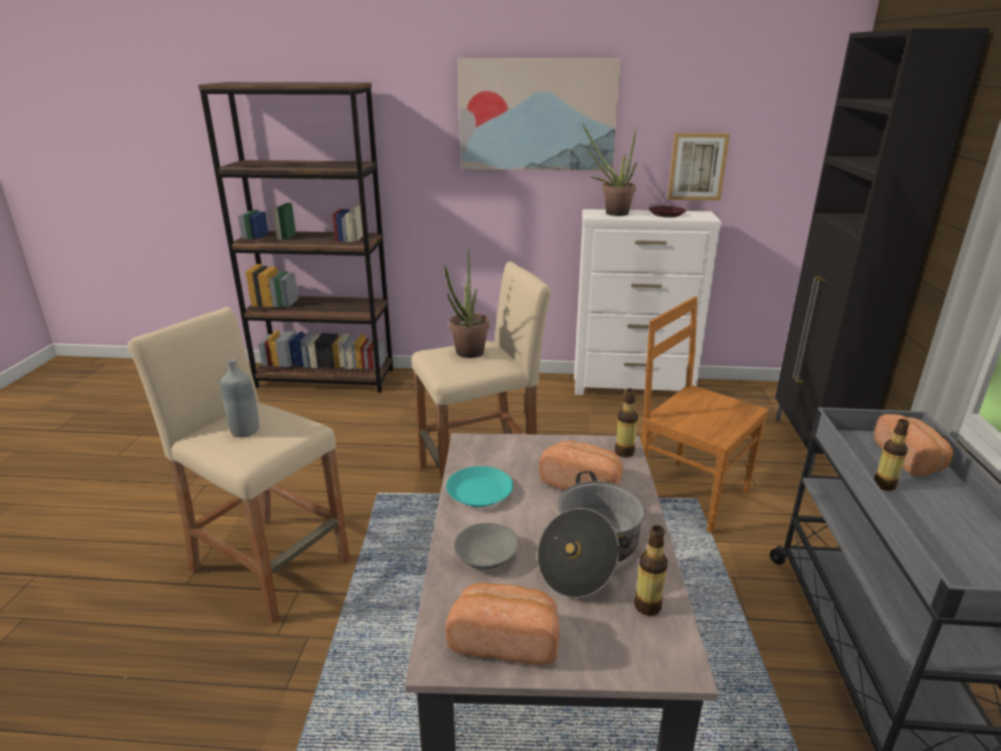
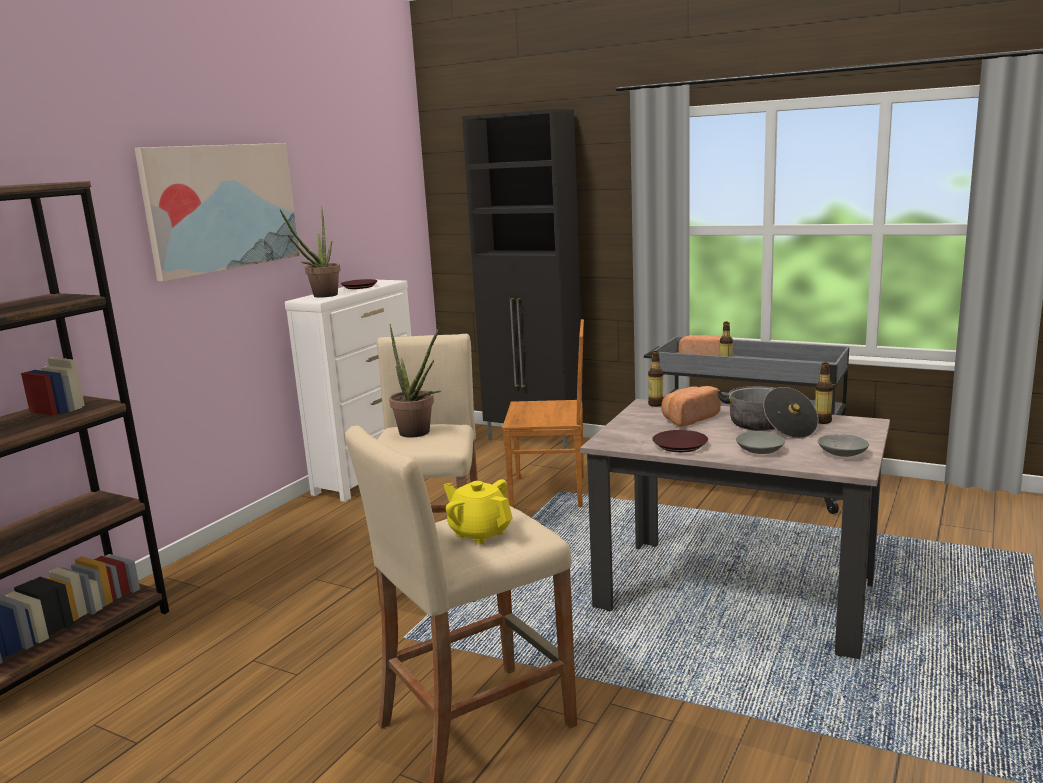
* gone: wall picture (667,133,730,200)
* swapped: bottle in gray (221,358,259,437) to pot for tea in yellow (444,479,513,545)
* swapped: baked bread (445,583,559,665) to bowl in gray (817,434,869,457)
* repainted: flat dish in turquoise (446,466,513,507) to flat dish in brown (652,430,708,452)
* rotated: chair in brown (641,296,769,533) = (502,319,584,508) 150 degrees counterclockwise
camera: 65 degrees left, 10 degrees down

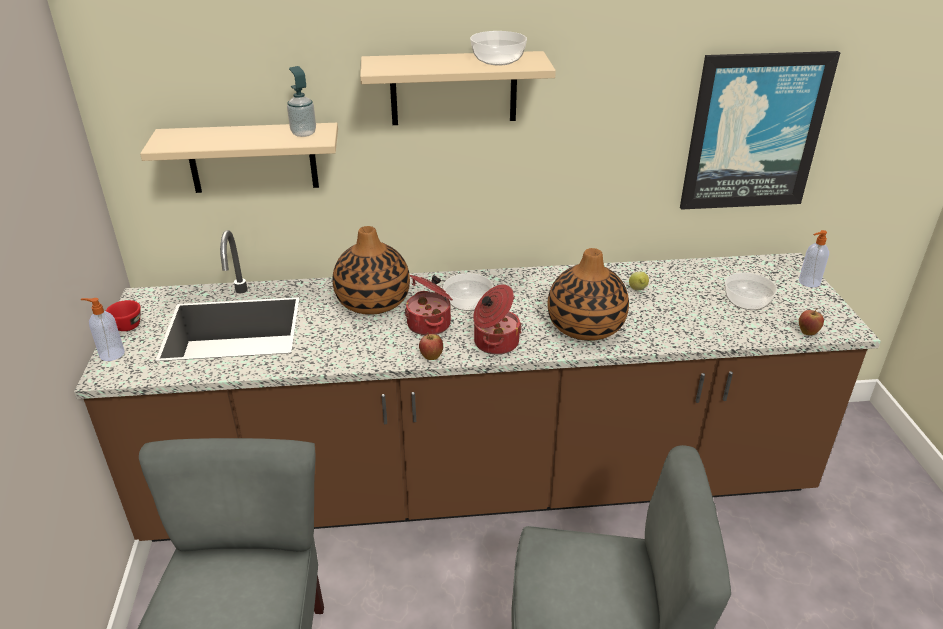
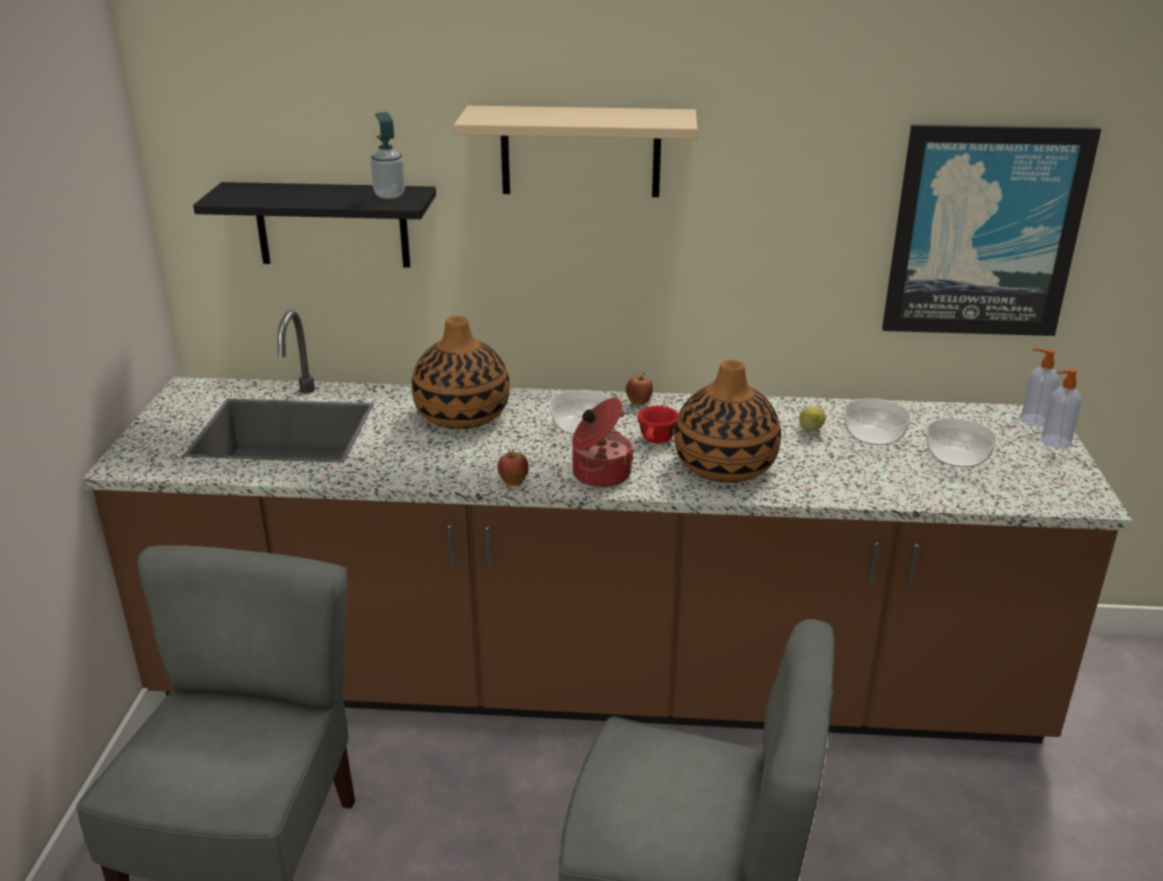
* gone: cooking pot (405,275,453,335)
* shifted: soap dispenser (81,298,125,361) to (1021,349,1059,426)
* shifted: small cup in reddish (106,300,141,331) to (638,406,678,443)
* shifted: bowl (470,31,527,65) to (843,398,911,445)
* shifted: apple fruit (799,308,824,335) to (626,373,653,405)
* repainted: bracket shelf in beige-coloured (140,123,338,193) to bracket shelf in black-coloured (193,182,436,268)
camera: 10 degrees right, 5 degrees down

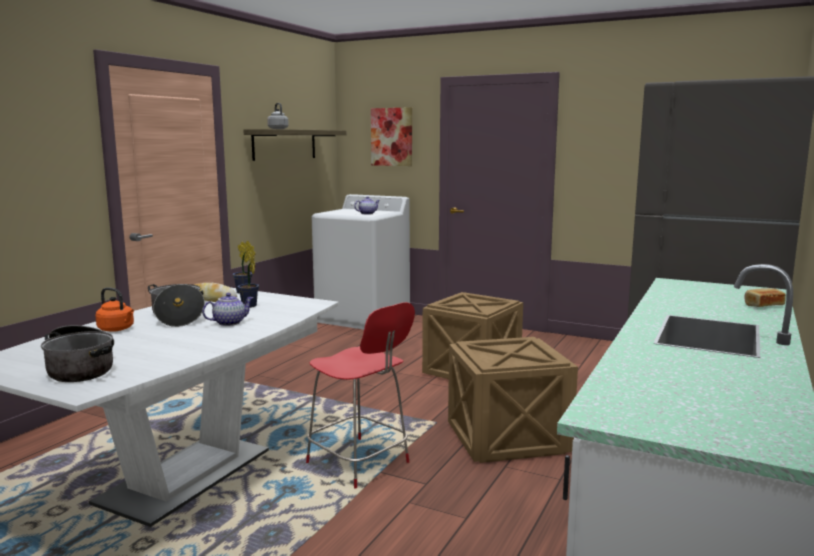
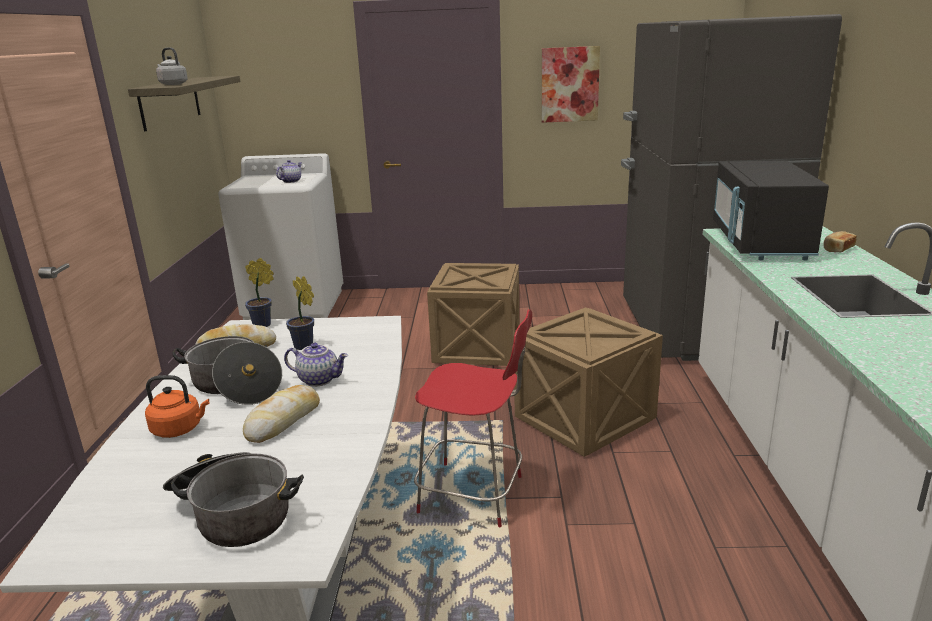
* new: baked bread (243,385,320,443)
* new: microwave in black-coloured (713,160,829,261)
* shifted: wall picture (371,107,412,166) to (542,46,600,123)
* rotated: pot for tea (202,293,254,326) = (284,343,348,387) 75 degrees clockwise
camera: 25 degrees left, 10 degrees up

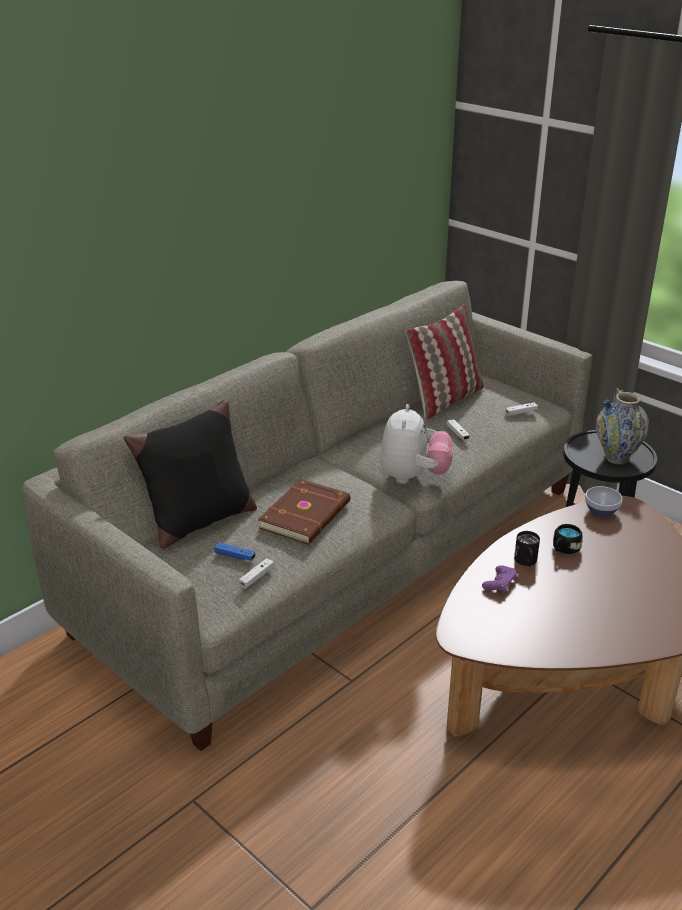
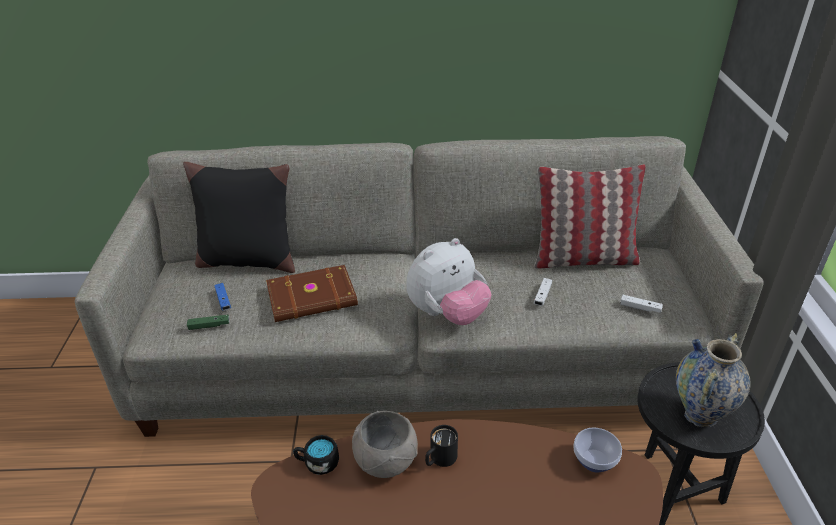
* shifted: tea mug in black-coloured (553,524,583,554) to (293,435,339,475)
* swapped: gamepad in purple (482,565,517,593) to bowl in gray (352,411,418,478)
* repainted: gamepad in whitish (239,558,274,589) to gamepad in greenish (187,315,230,330)
camera: 45 degrees right, 5 degrees up

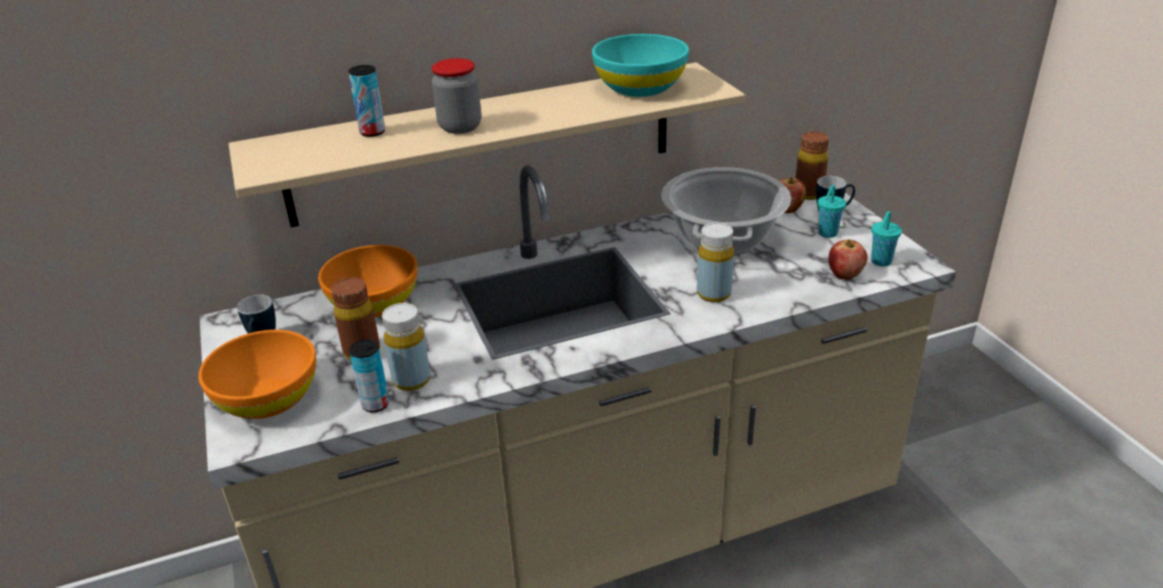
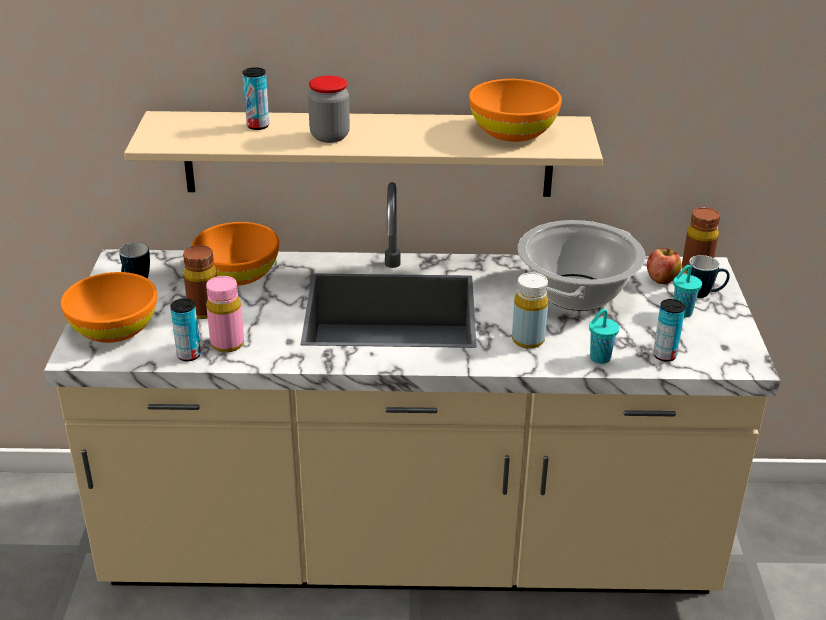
* shifted: small cup in turquoise (871,211,902,266) to (589,309,619,364)
* swapped: apple fruit (828,240,867,280) to can (653,299,685,362)
* repainted: bottle in yellow (382,303,431,391) to bottle in pink-coloured (206,276,244,353)
* repainted: bowl in turquoise (592,34,689,97) to bowl in orangey (469,79,562,142)
camera: 20 degrees right, 0 degrees up

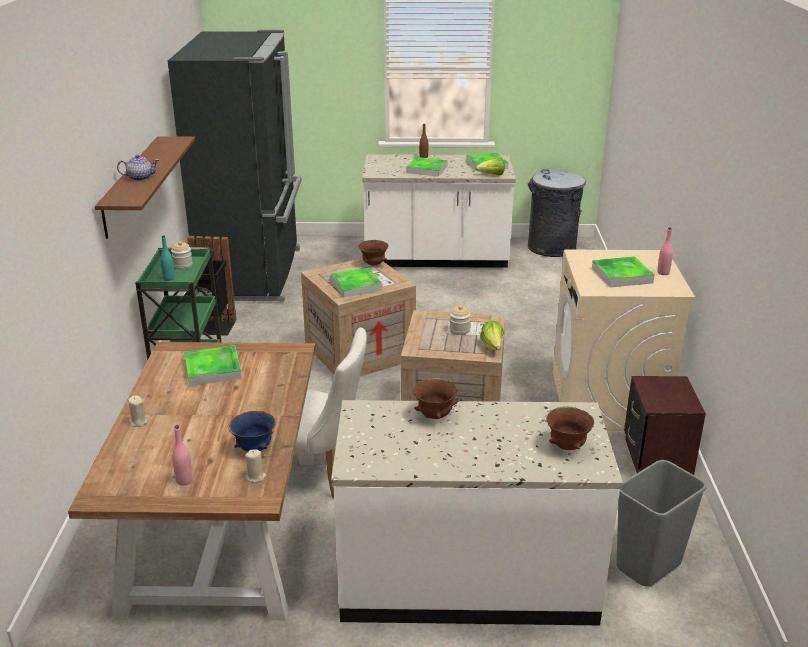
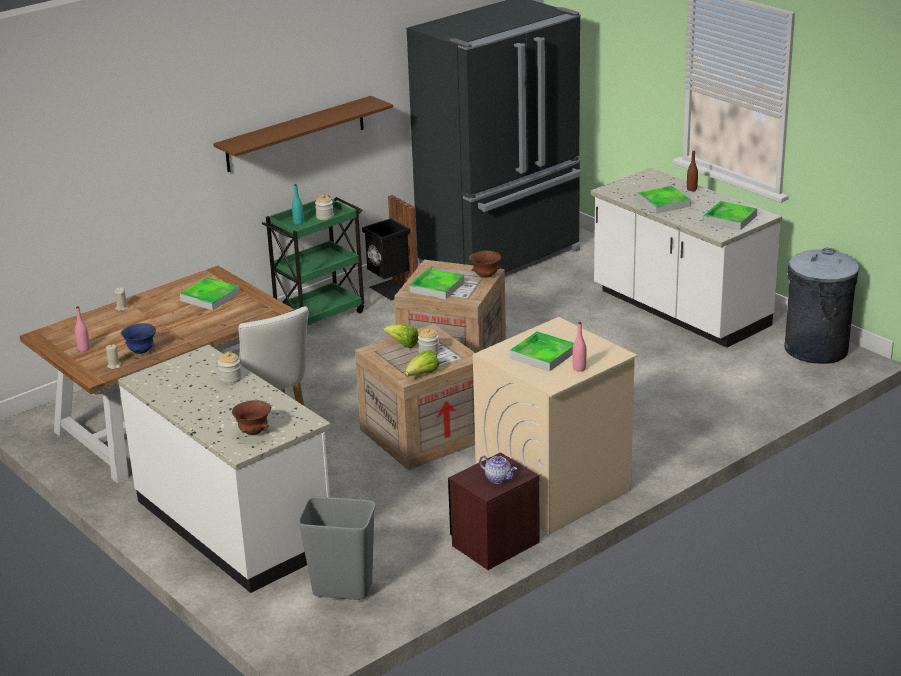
* shifted: pot for tea (117,155,159,181) to (479,456,517,484)
* shifted: lettuce (476,157,505,175) to (384,325,419,348)
* swapped: bowl in brown (413,378,459,419) to preserve jar (218,352,242,384)
camera: 50 degrees right, 0 degrees up

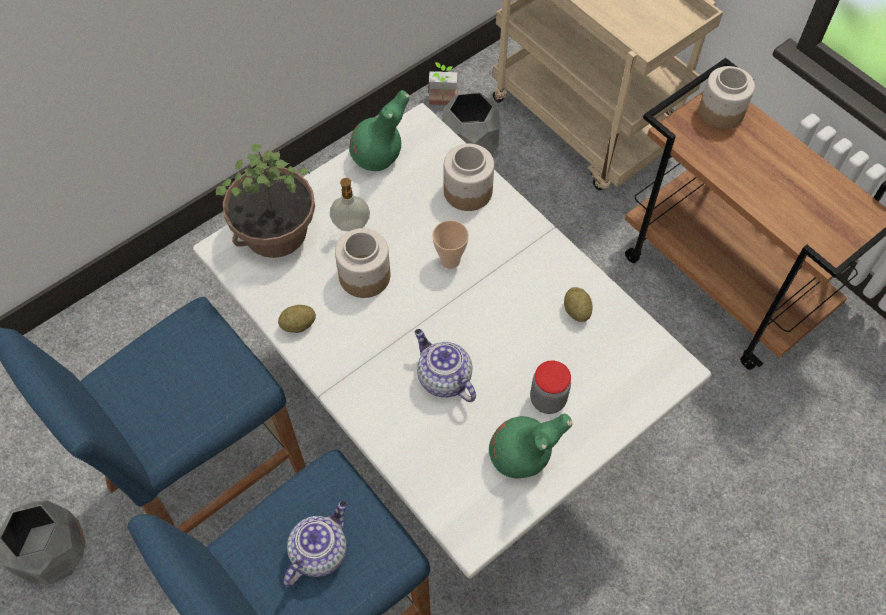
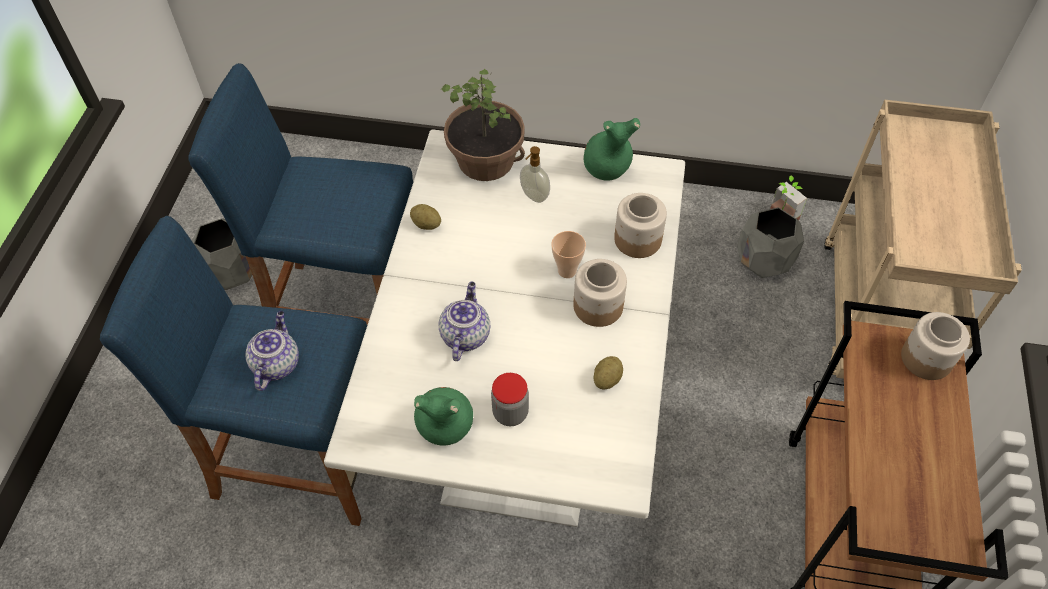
* shifted: preserve jar (335,228,390,298) to (573,259,627,327)
* rotated: pot for tea (284,500,347,587) = (245,311,299,391) 75 degrees counterclockwise
camera: 50 degrees right, 5 degrees down

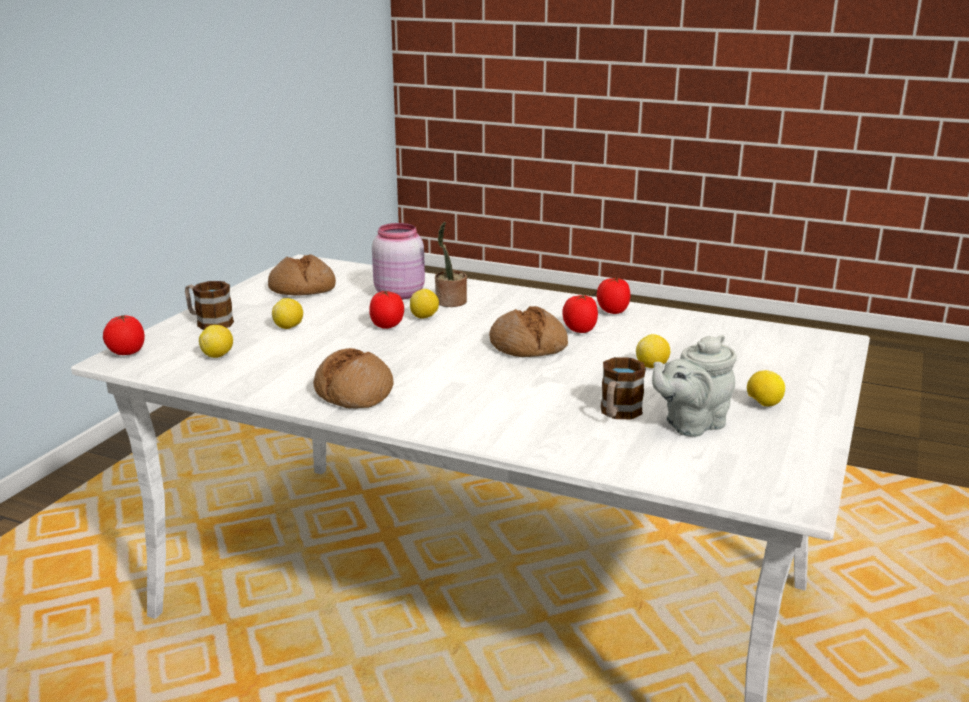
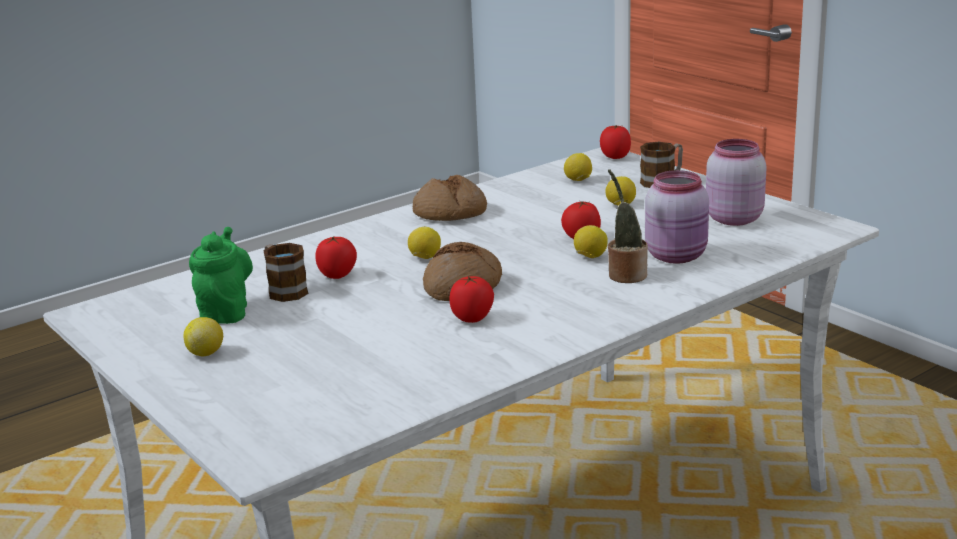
* shifted: fresh tomato (597,278,631,314) to (315,237,357,279)
* shifted: lemon (636,334,670,368) to (408,227,441,259)
* swapped: baked bread (268,255,336,296) to preserve jar in pink-coloured (706,139,766,226)
* repainted: pot for tea in gray (652,335,737,437) to pot for tea in greenish (189,227,253,324)
camera: 120 degrees right, 0 degrees up

